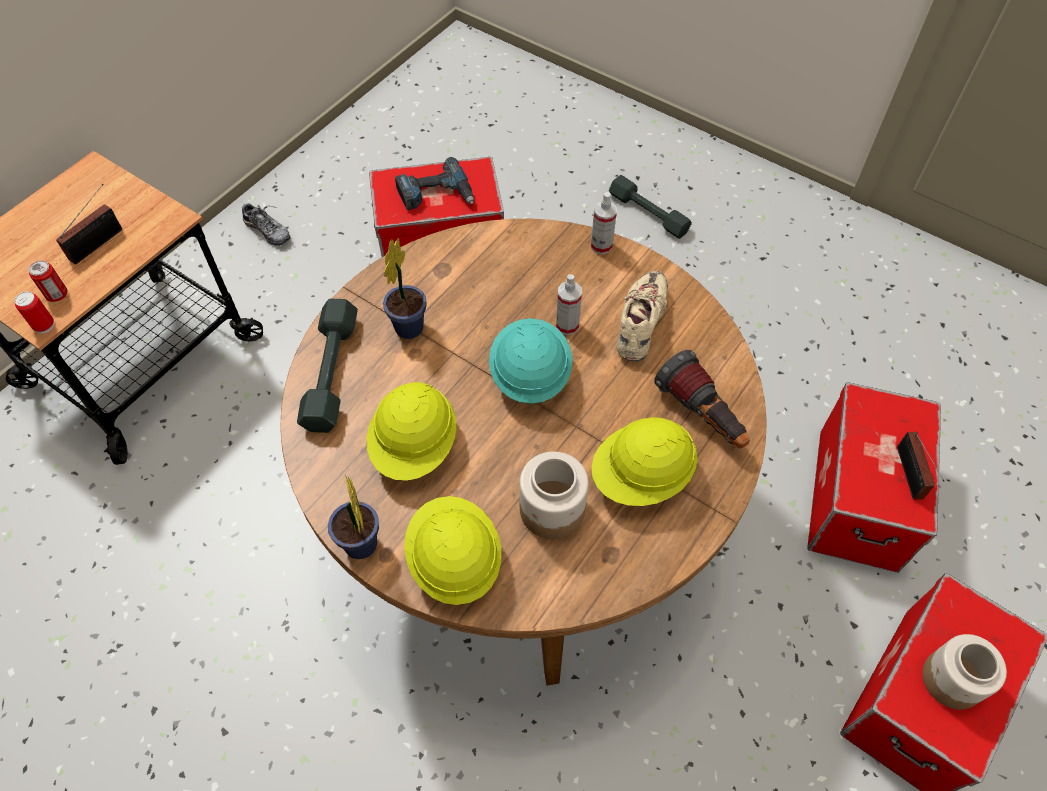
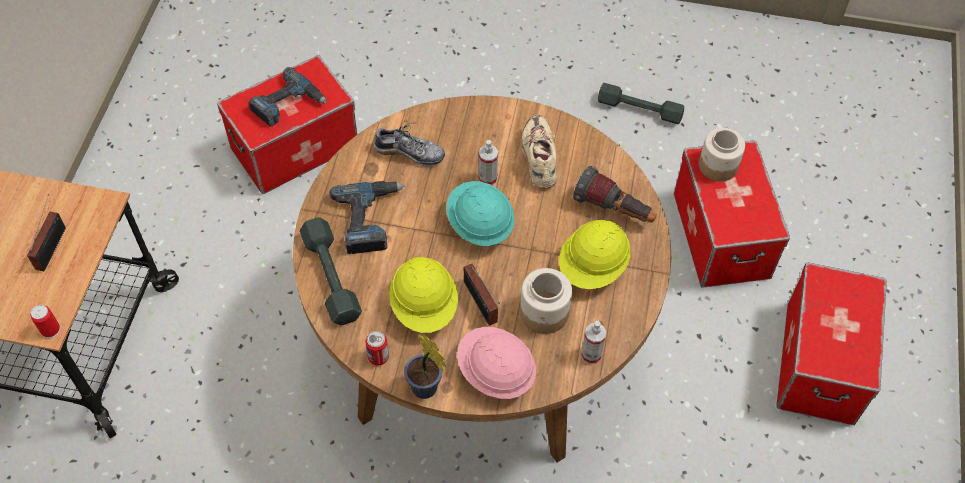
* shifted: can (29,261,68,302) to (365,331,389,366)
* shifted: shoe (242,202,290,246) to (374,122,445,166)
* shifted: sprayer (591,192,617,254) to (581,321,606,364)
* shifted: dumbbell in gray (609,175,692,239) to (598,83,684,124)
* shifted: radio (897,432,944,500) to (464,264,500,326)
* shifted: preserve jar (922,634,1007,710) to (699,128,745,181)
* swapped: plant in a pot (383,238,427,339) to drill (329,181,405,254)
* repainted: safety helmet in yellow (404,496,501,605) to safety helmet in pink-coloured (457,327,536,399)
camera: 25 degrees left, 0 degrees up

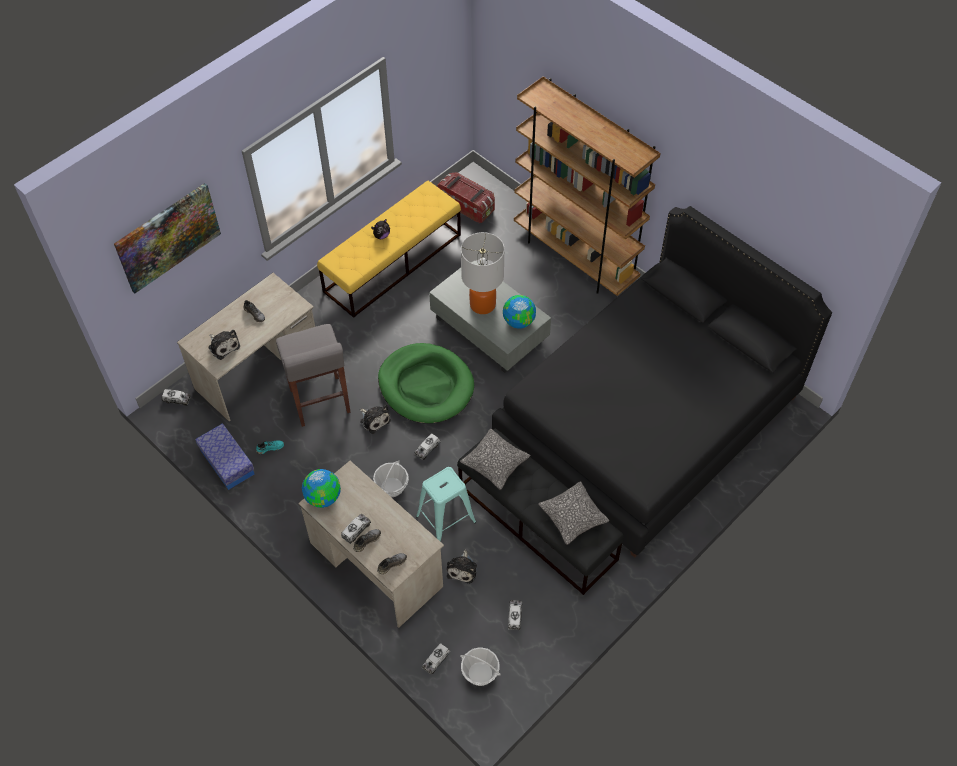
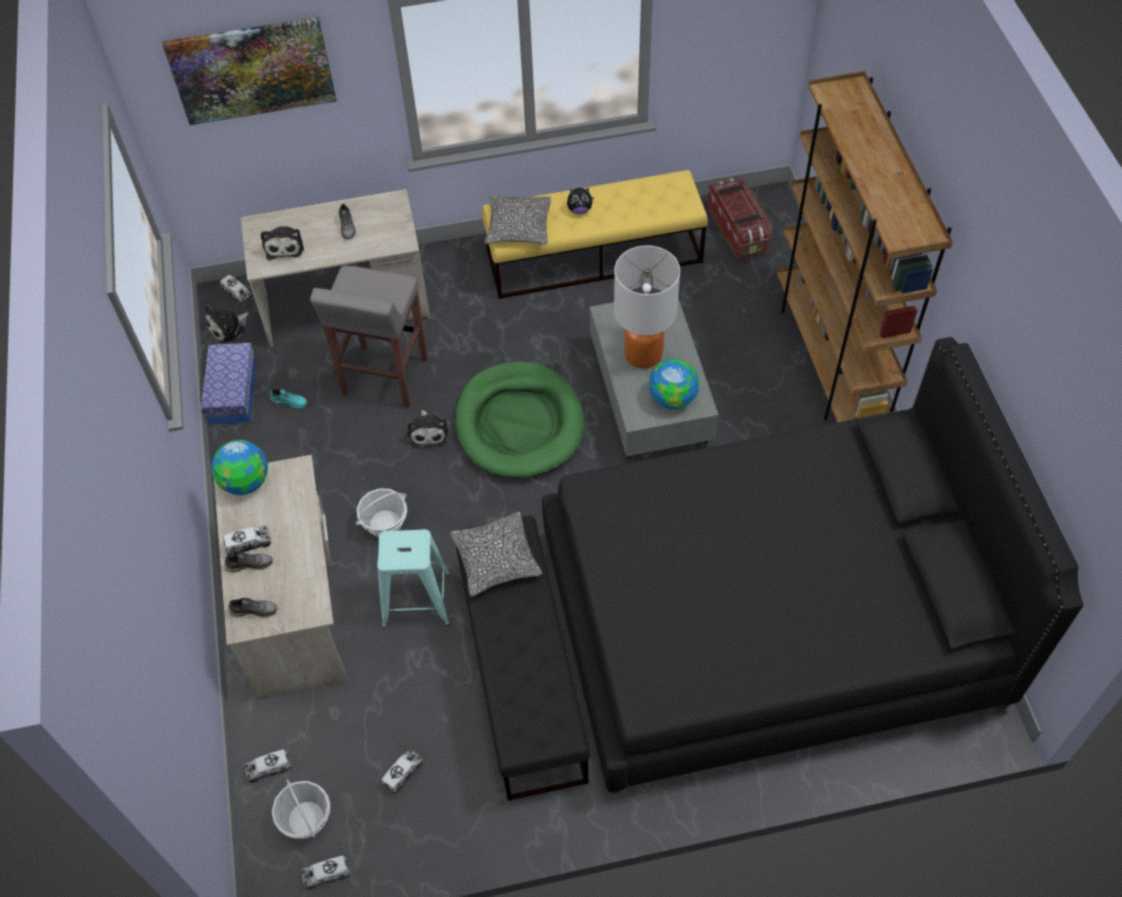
* shifted: toy lorry (414,433,440,460) to (301,855,351,889)
* shifted: soft toy (447,549,477,584) to (206,305,249,344)
* shifted: pillow (538,481,609,545) to (485,195,551,244)
camera: 35 degrees right, 0 degrees up

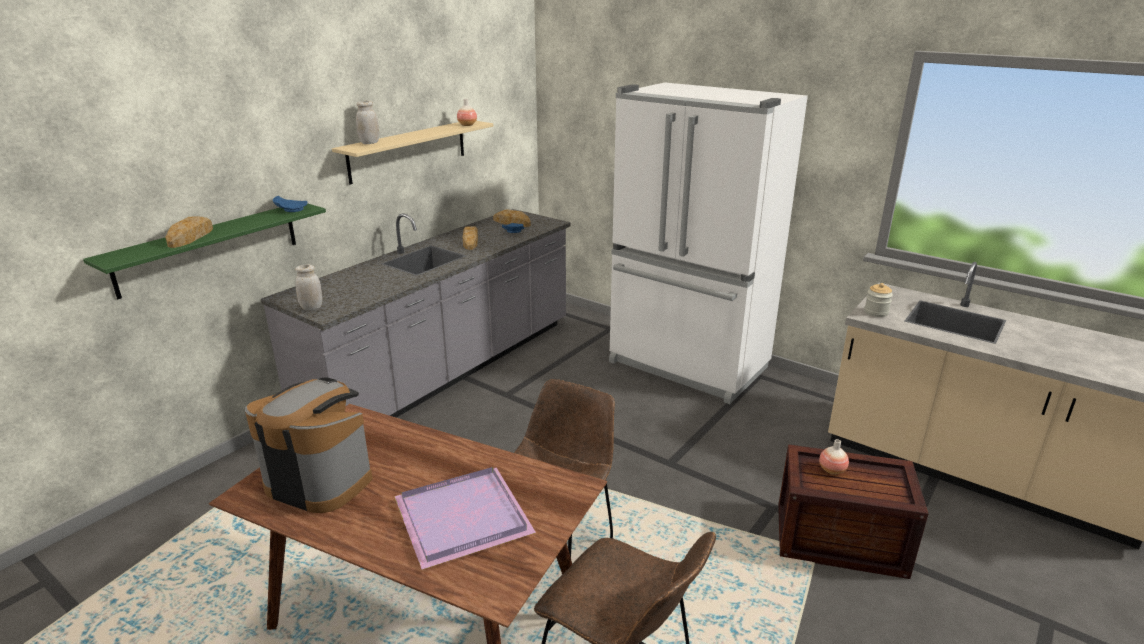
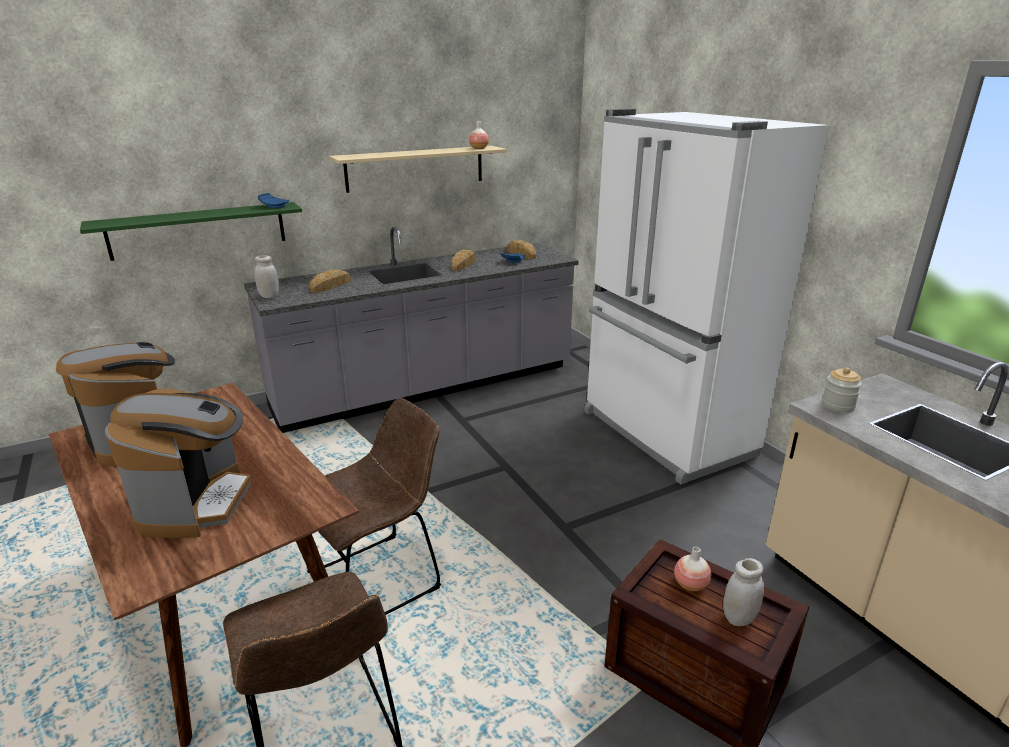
* shifted: baked bread (165,216,213,248) to (309,269,351,293)
* shifted: preserve jar in whitish (356,101,379,144) to (723,558,764,626)
* swapped: serving tray in purple (394,467,536,570) to coffee brewer (105,389,251,538)
camera: 25 degrees right, 0 degrees up

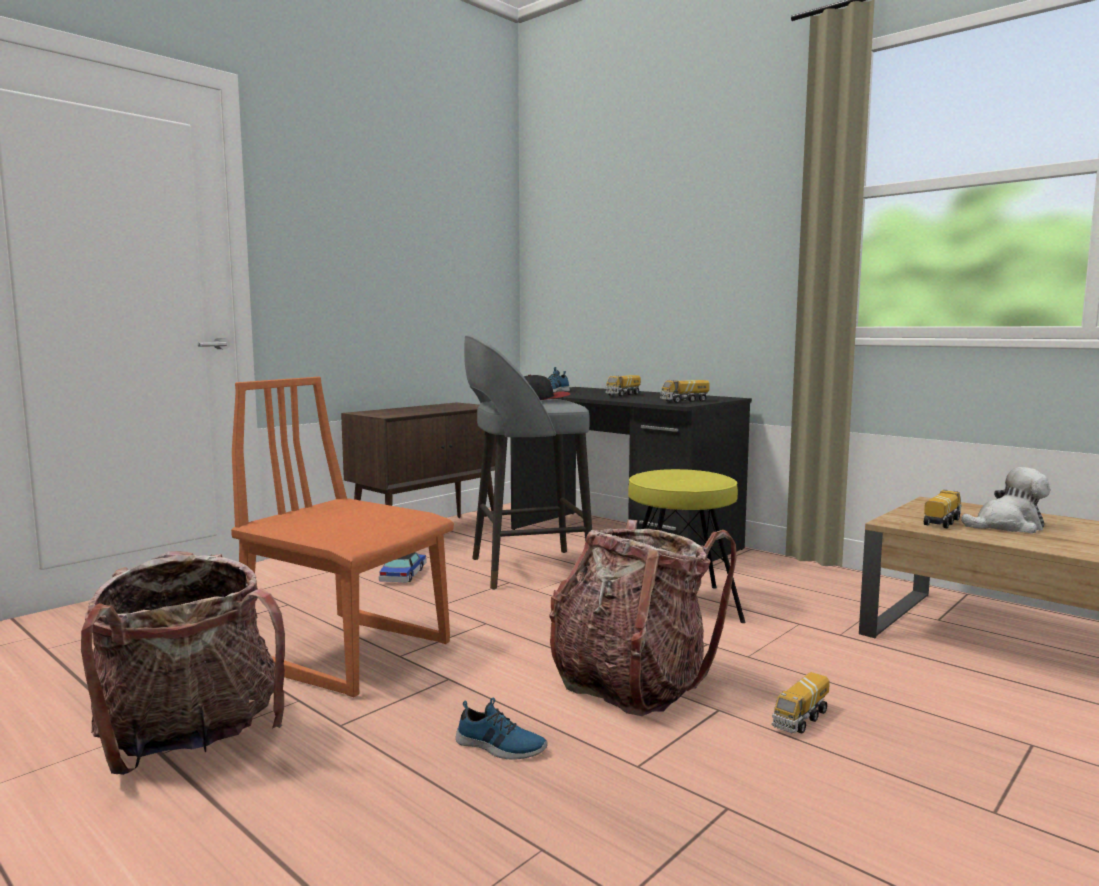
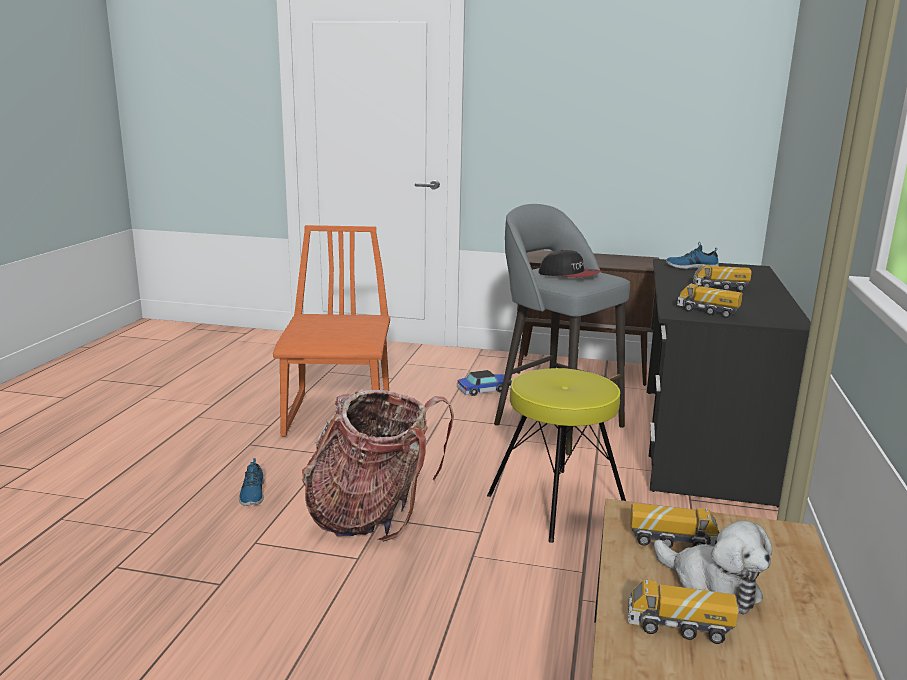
* gone: rucksack (81,551,285,775)
* shifted: toy lorry (772,672,830,734) to (628,580,738,644)
camera: 60 degrees right, 10 degrees up

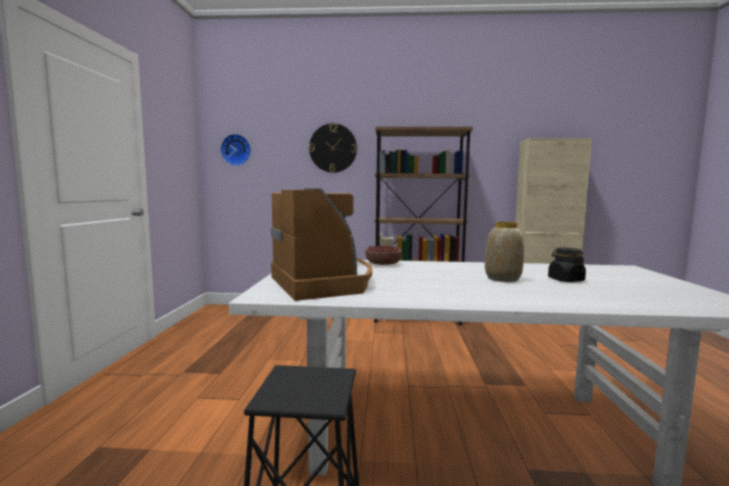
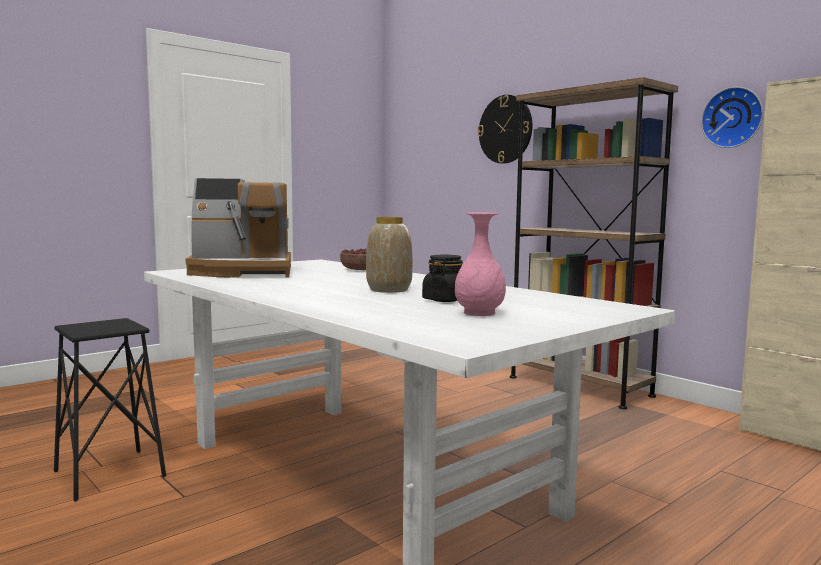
* new: decorative vase in pink-coloured (455,212,506,316)
* shifted: hanging clock (220,134,251,166) to (701,87,763,148)
* rotated: coffee brewer (271,189,372,301) = (186,178,291,278) 60 degrees clockwise
camera: 45 degrees right, 0 degrees up

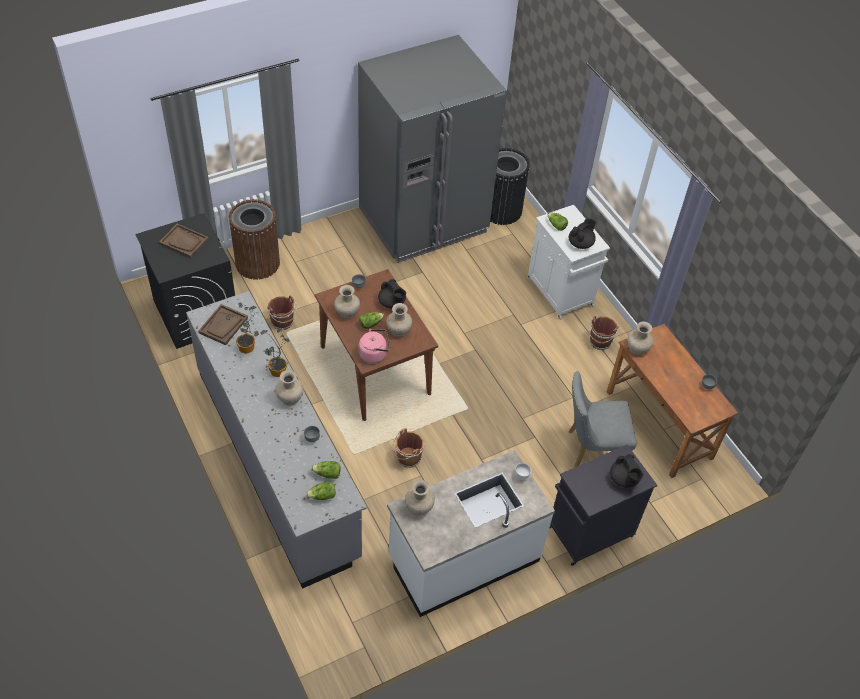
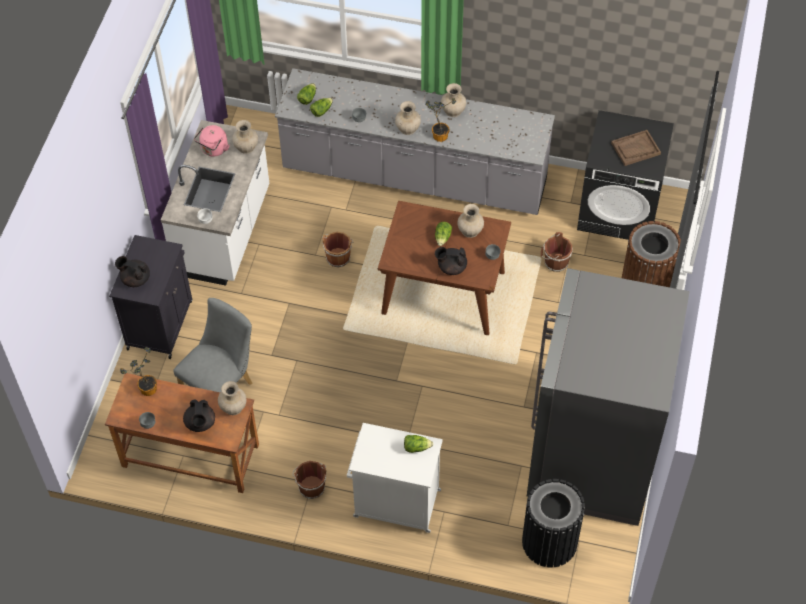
* gone: serving tray in brown (198,304,248,345)
* shifted: plant in a pot (226,303,259,353) to (120,347,157,396)
* shifted: kettle in pink-coloured (359,329,390,363) to (194,125,229,157)
* shifted: decorative vase in beige-coloured (387,303,412,337) to (441,83,466,117)
* shifted: pot for tea in black-coloured (569,219,596,249) to (183,399,215,432)
camera: 135 degrees right, 5 degrees up

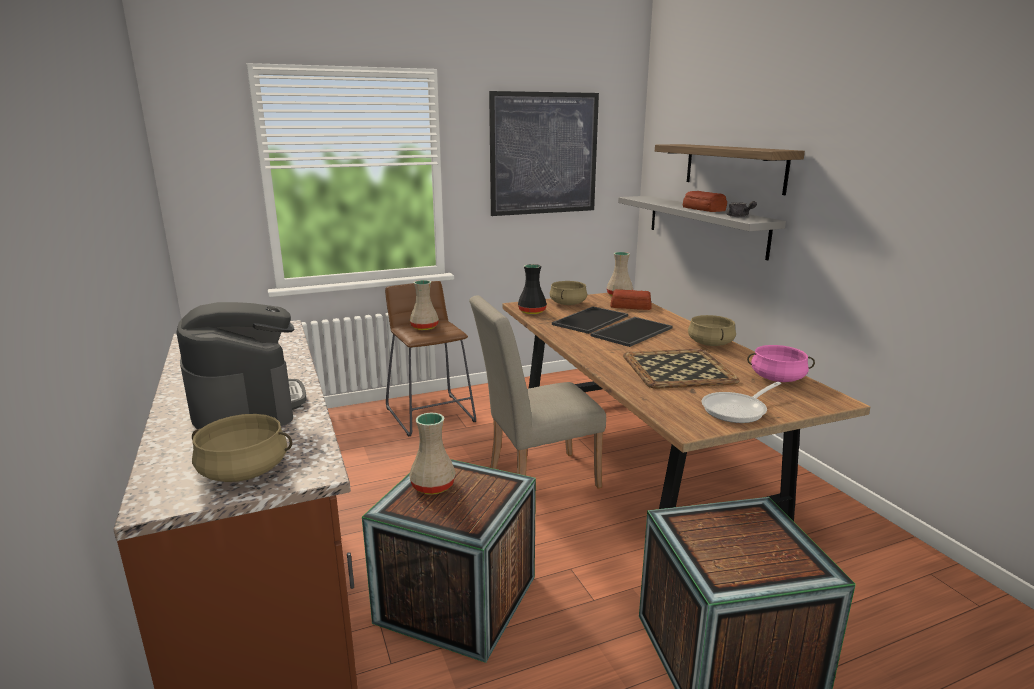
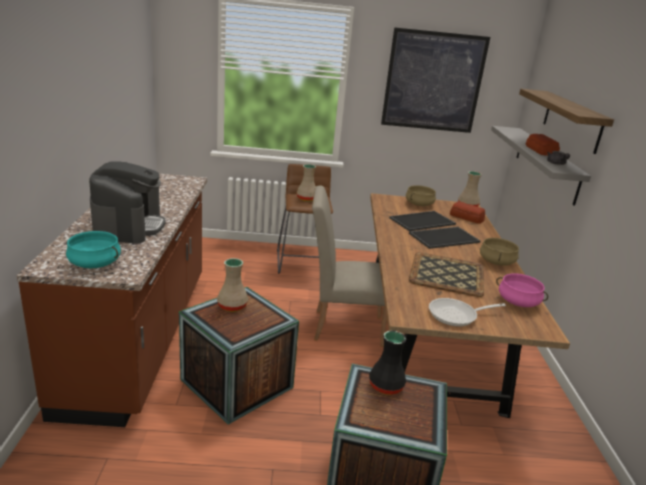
* shifted: decorative vase in black-coloured (518,264,547,314) to (369,330,406,395)
* repainted: cooking pot in beige-coloured (192,414,292,482) to cooking pot in turquoise (66,231,121,268)
camera: 20 degrees right, 5 degrees up

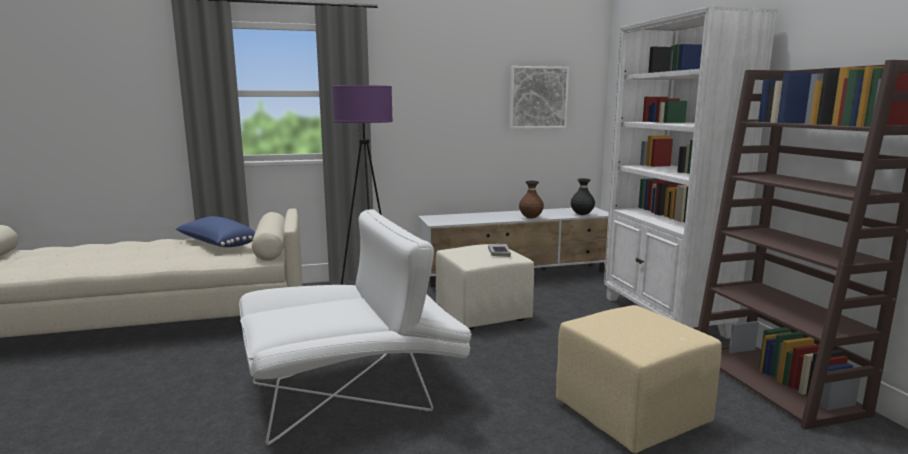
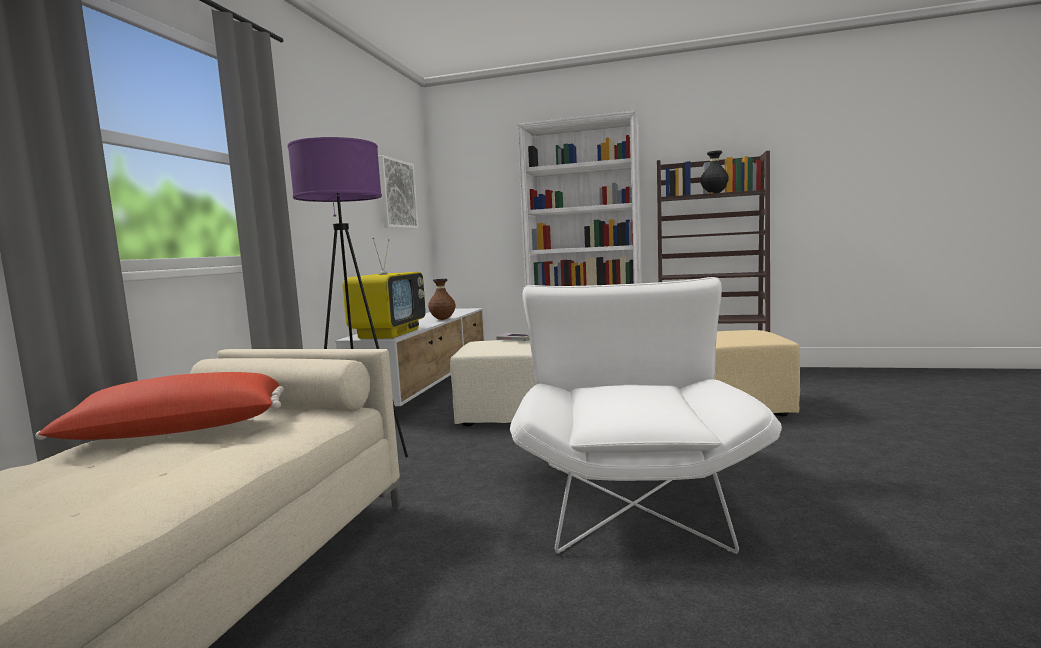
* new: TV (342,238,426,339)
* shifted: decorative vase in black-coloured (571,178,595,215) to (700,151,729,193)
* repainted: pillow in blue (176,216,255,247) to pillow in reddish (35,372,284,440)
camera: 60 degrees left, 5 degrees down

